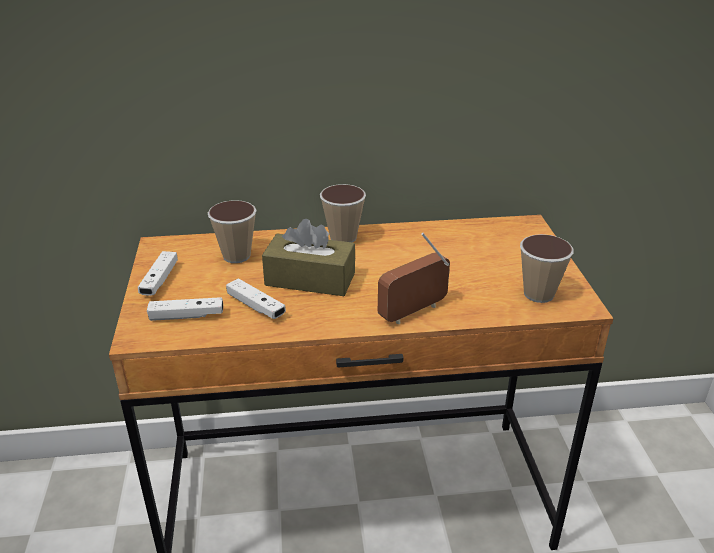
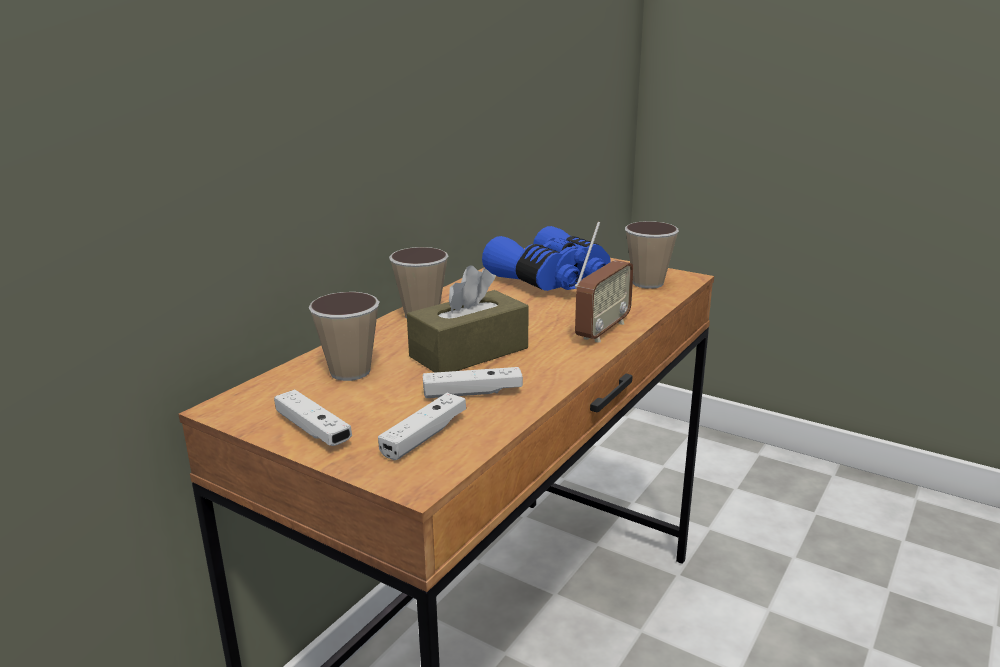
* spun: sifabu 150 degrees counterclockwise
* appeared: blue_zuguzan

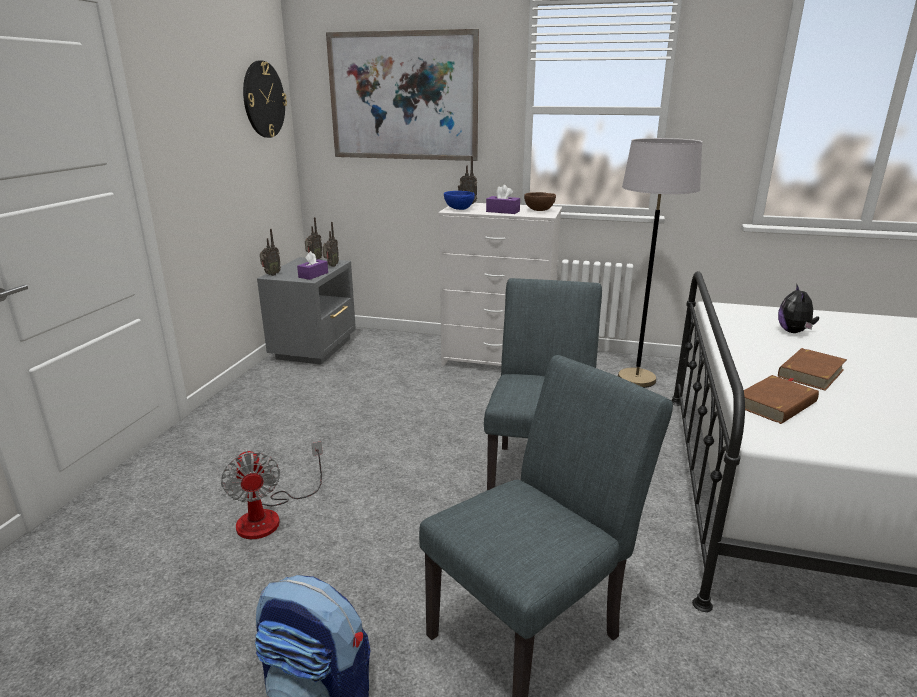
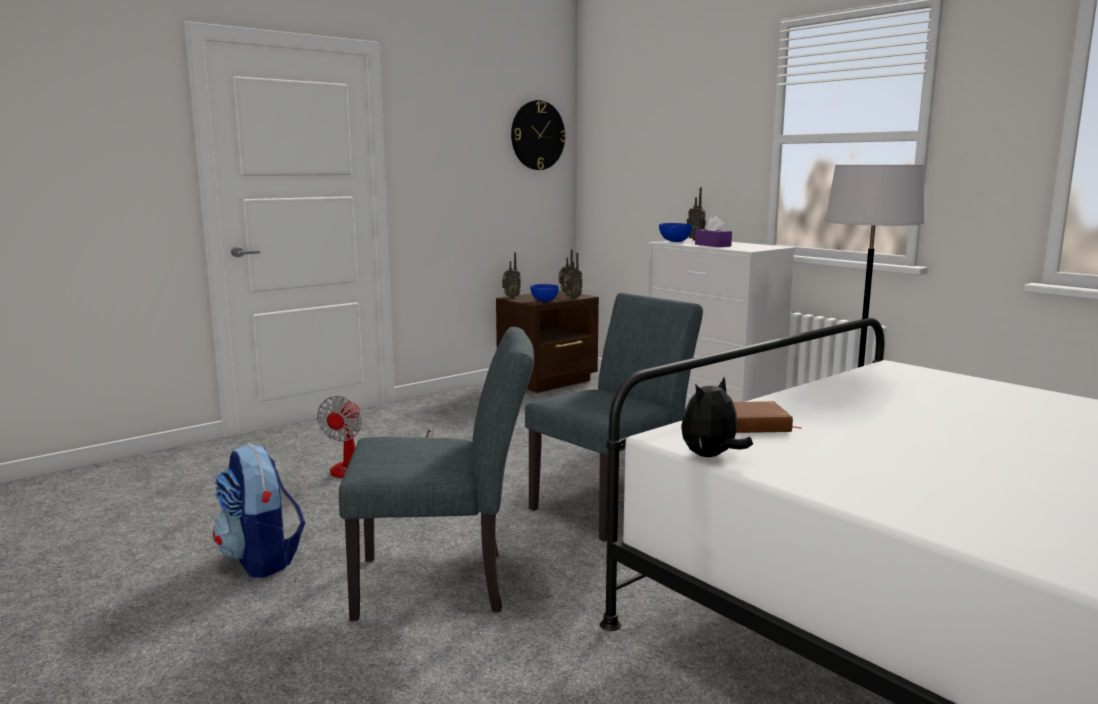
* missing: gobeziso
* missing: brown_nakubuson
* exchanged: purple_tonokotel (no. 1 from left) to blue_nakubuson (no. 1 from left)
* colour: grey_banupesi to brown_banupesi
* relocated: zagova
* missing: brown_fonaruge (no. 2 from left)

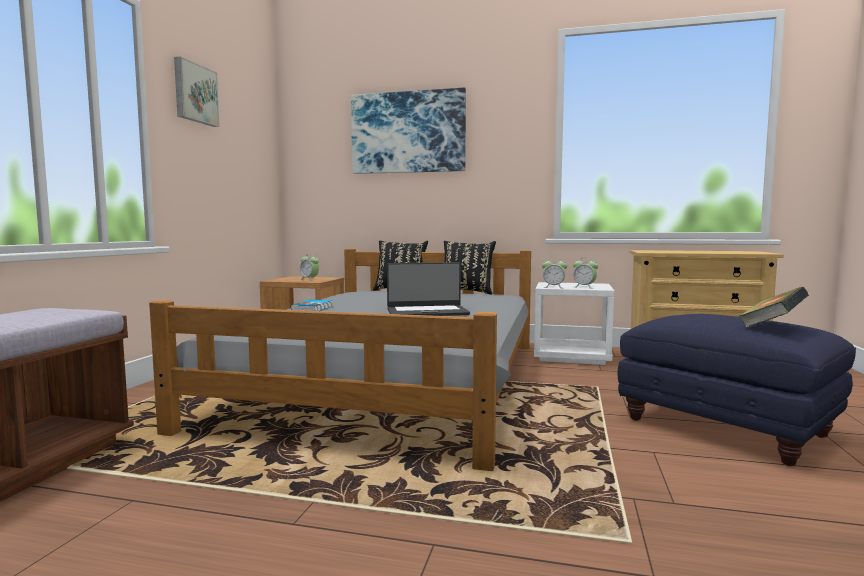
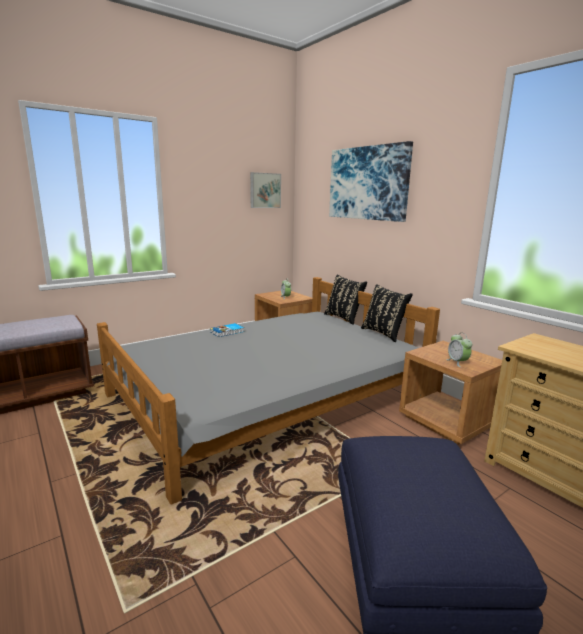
* relocated: gobeziso (no. 1 from left)
* missing: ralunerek (no. 2 from left)
* missing: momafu
* colour: white_banupesi to brown_banupesi (no. 2 from left)
* missing: fonaruge (no. 2 from left)

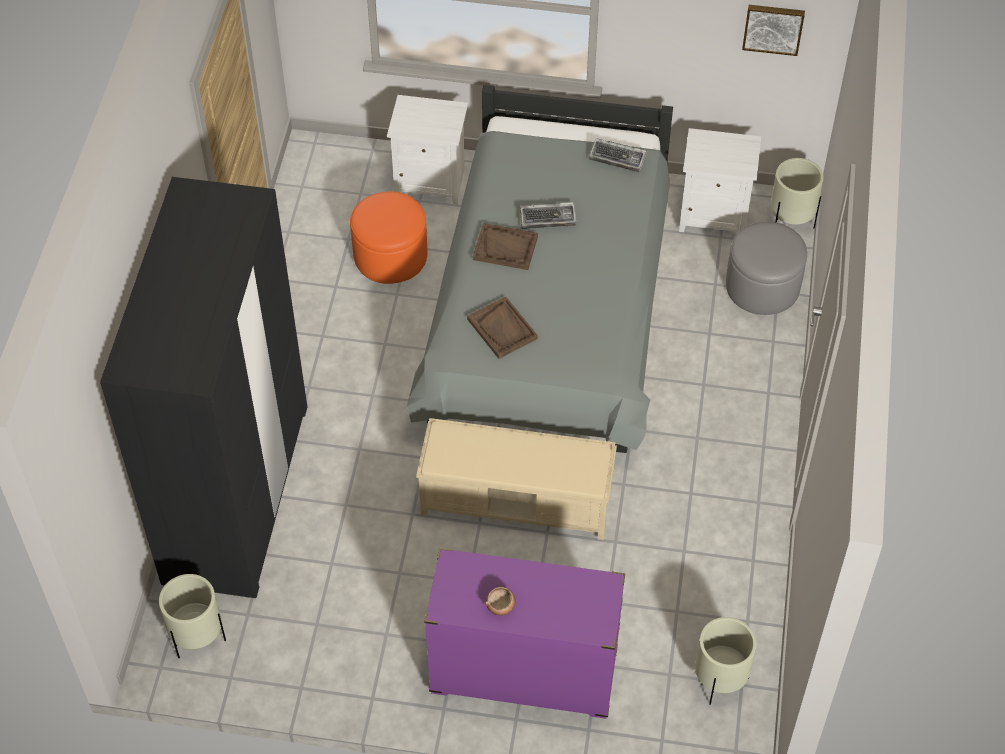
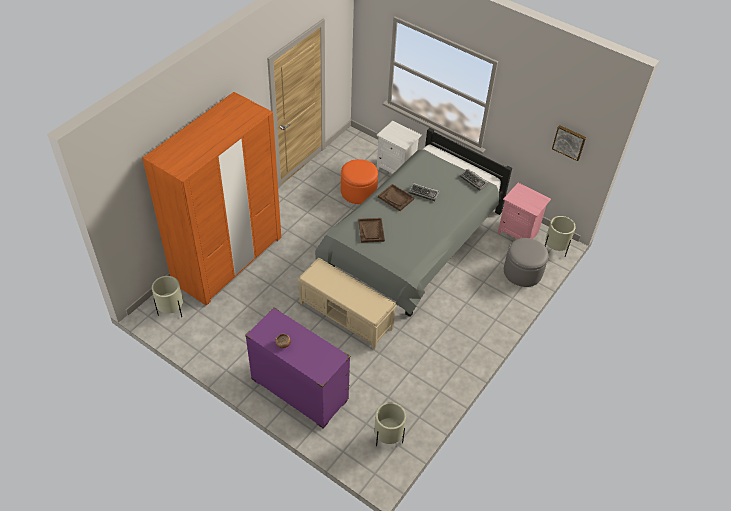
* colour: white_banupesi (no. 2 from left) to pink_banupesi
* colour: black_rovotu to orange_rovotu

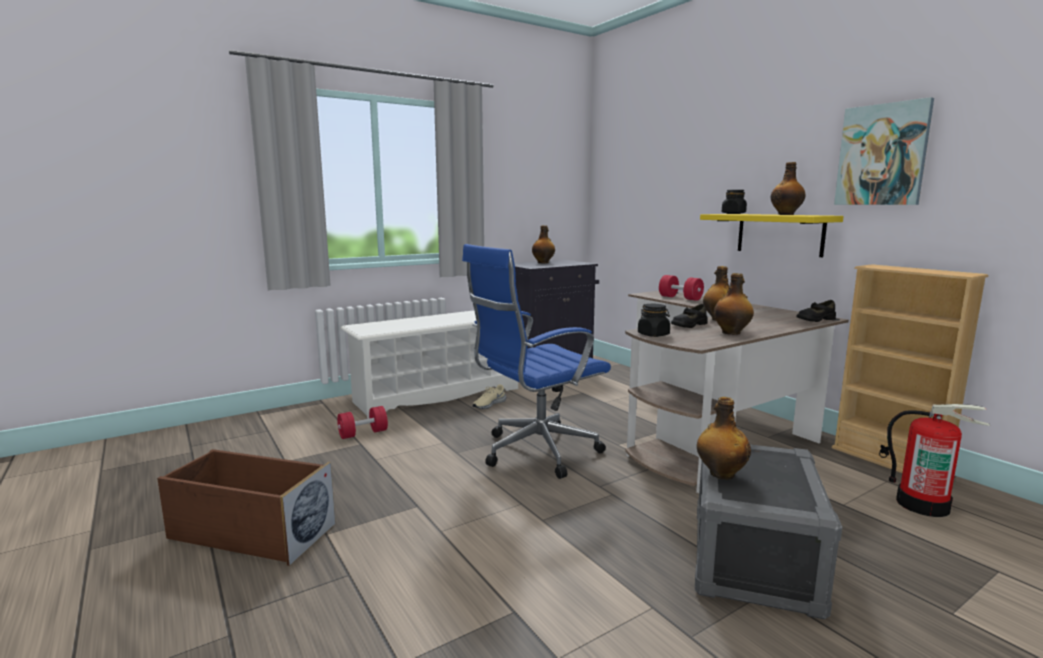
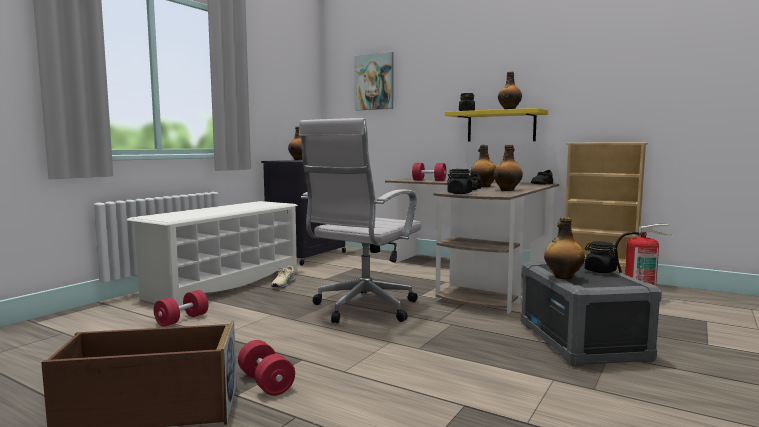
* relocated: gobeziso
* colour: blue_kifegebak to white_kifegebak
* appeared: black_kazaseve (no. 3 from left)
* appeared: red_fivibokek (no. 2 from left)

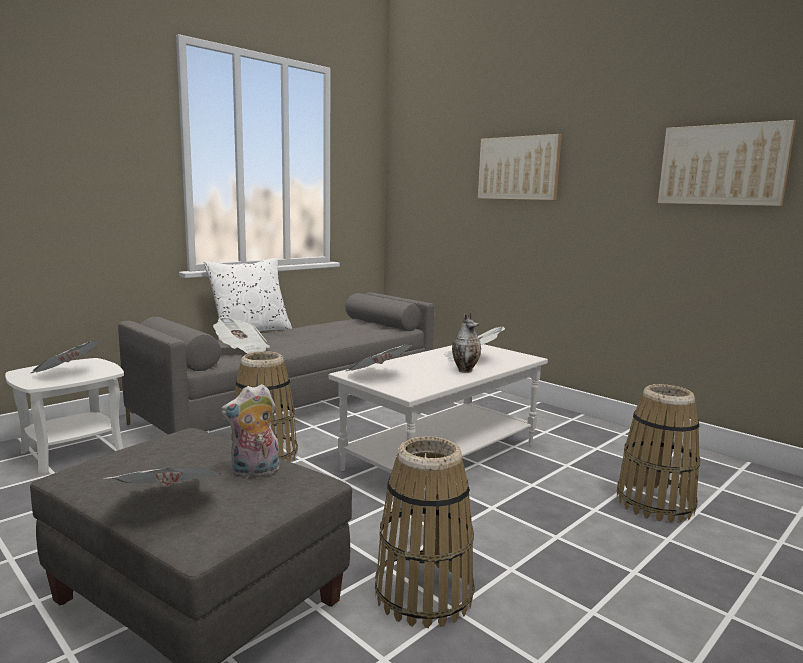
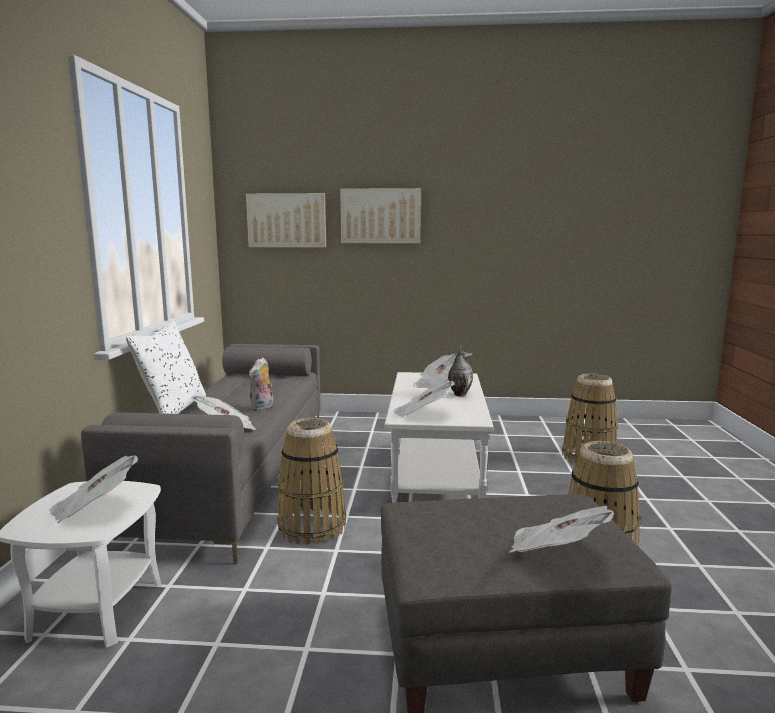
* relocated: gobeziso (no. 2 from left in the first image) to gobeziso (no. 1 from left)
* relocated: zagova

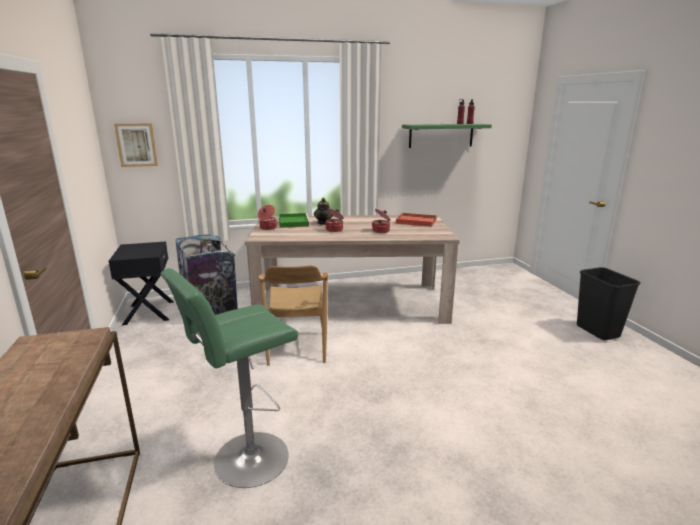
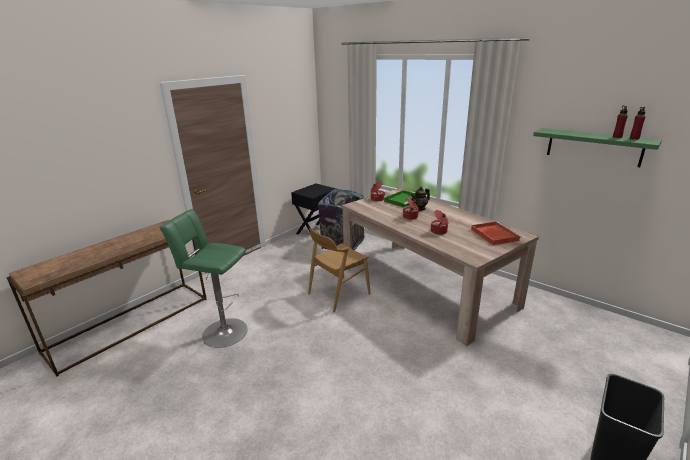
* missing: gobeziso

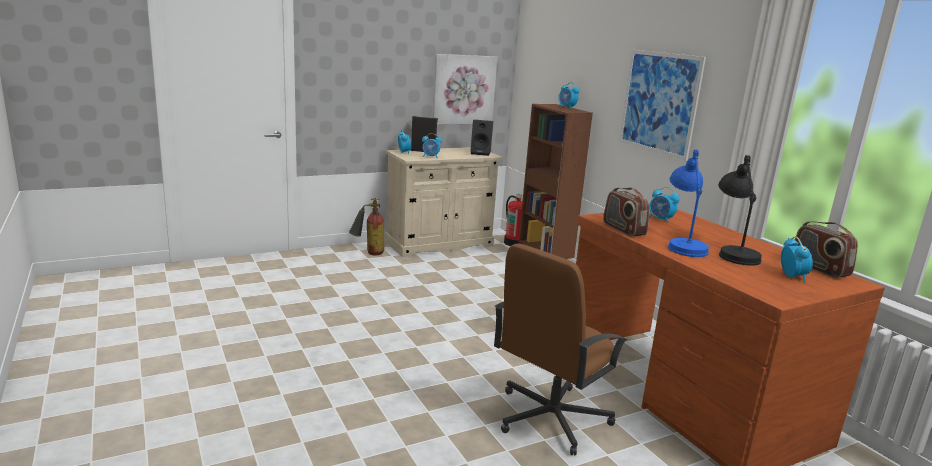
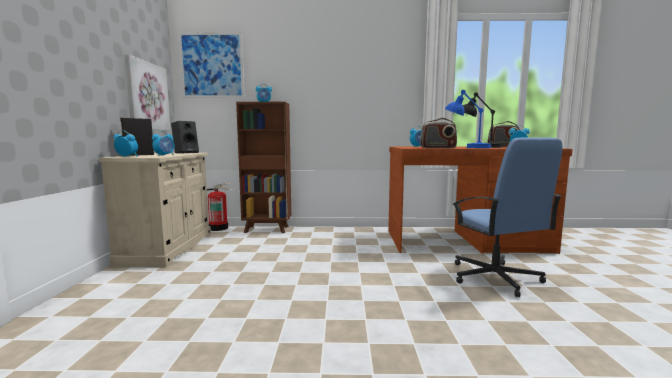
* relocated: gobeziso (no. 2 from left)
* missing: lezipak (no. 1 from left)
* colour: brown_kifegebak to blue_kifegebak

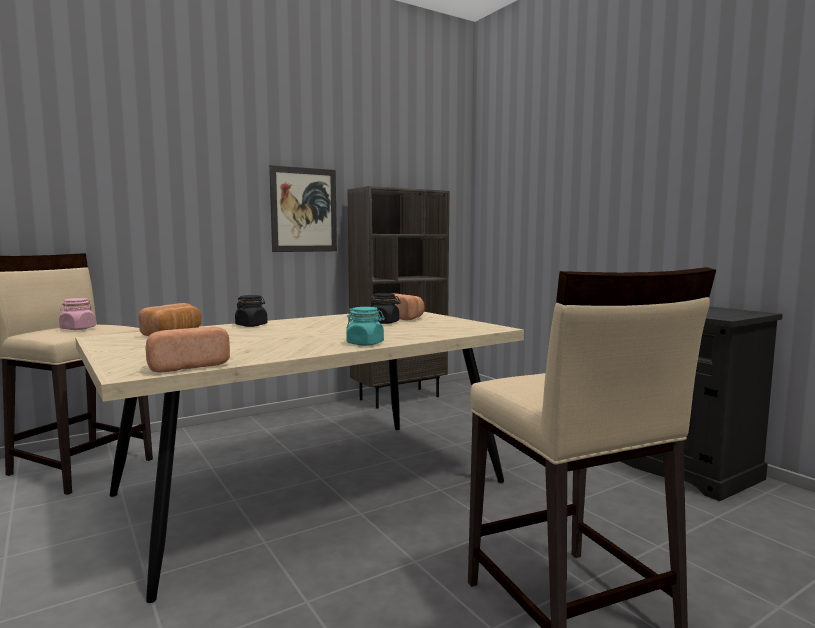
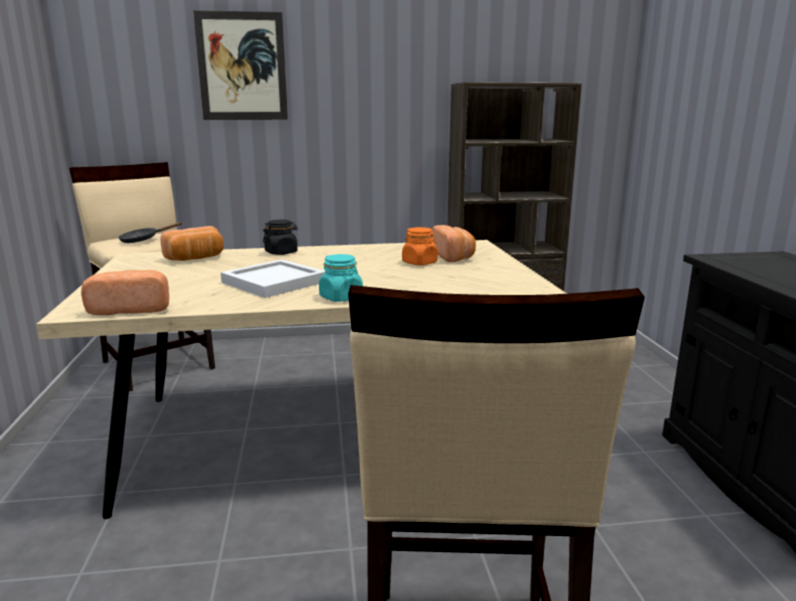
* relocated: gobeziso
* colour: black_kazaseve (no. 2 from left) to orange_kazaseve
* exchanged: pink_kazaseve to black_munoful
* appeared: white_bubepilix

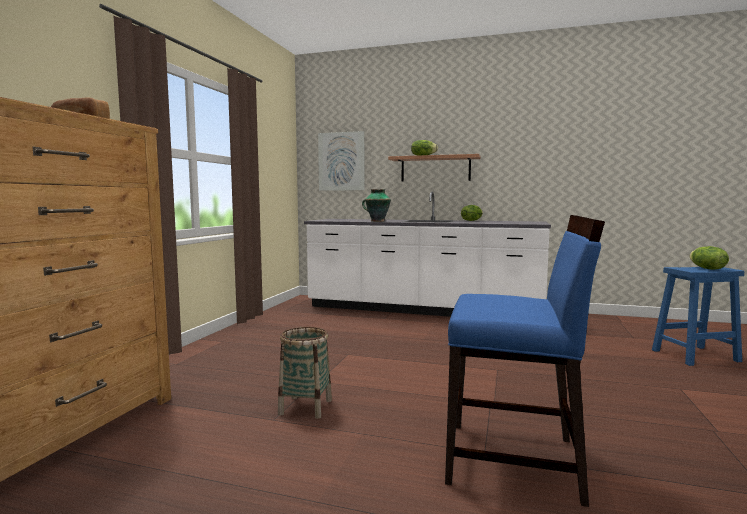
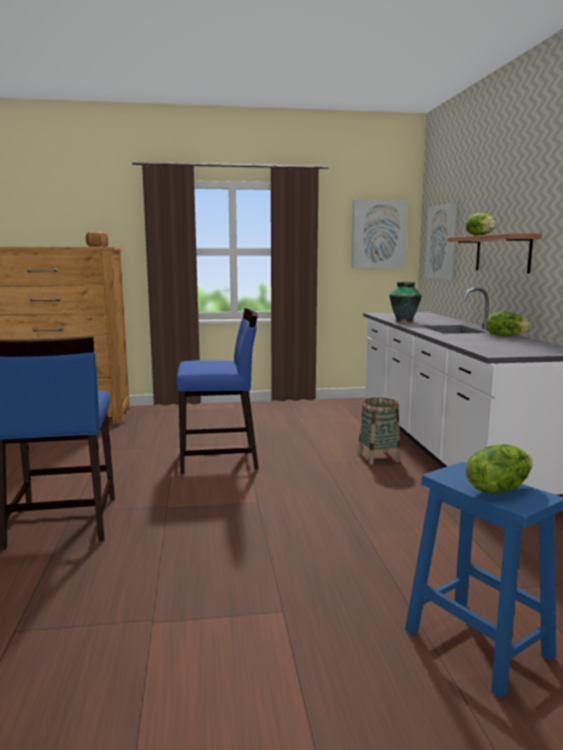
* relocated: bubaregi
* appeared: gobeziso (no. 1 from left)
* appeared: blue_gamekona (no. 2 from left)

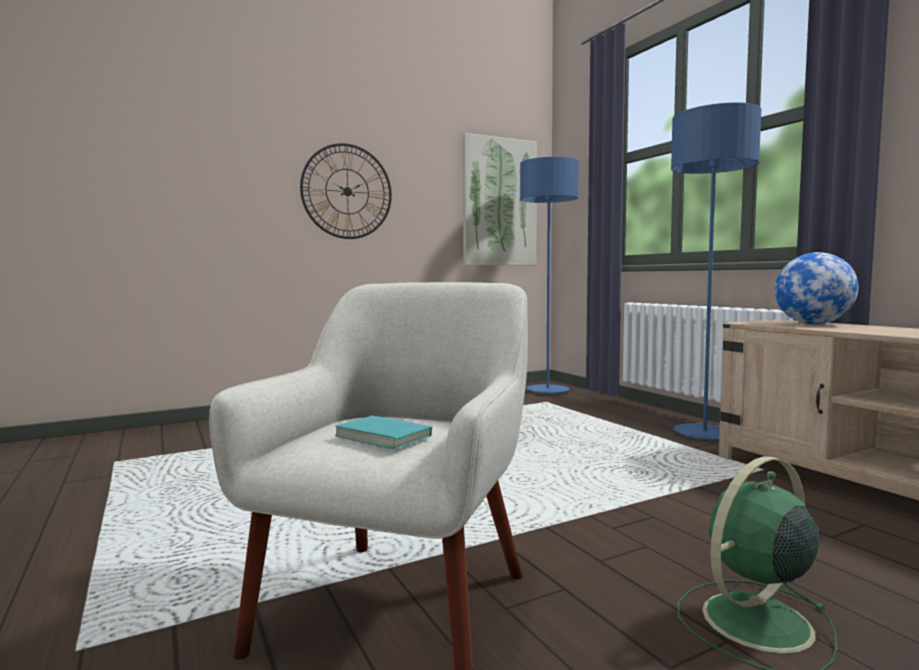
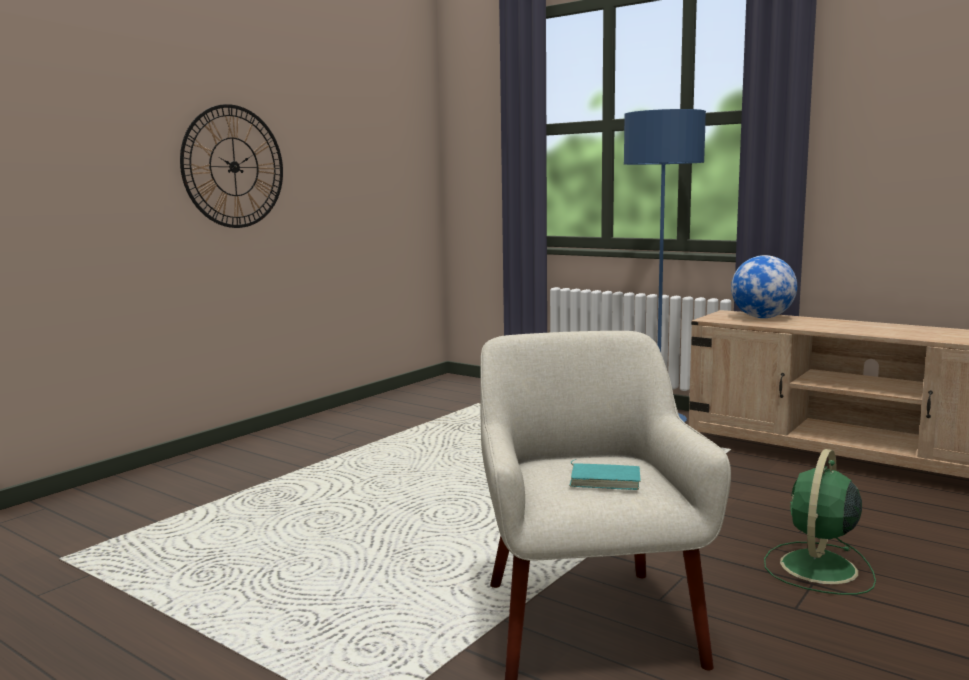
* missing: gobeziso
* missing: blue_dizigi (no. 1 from left)

